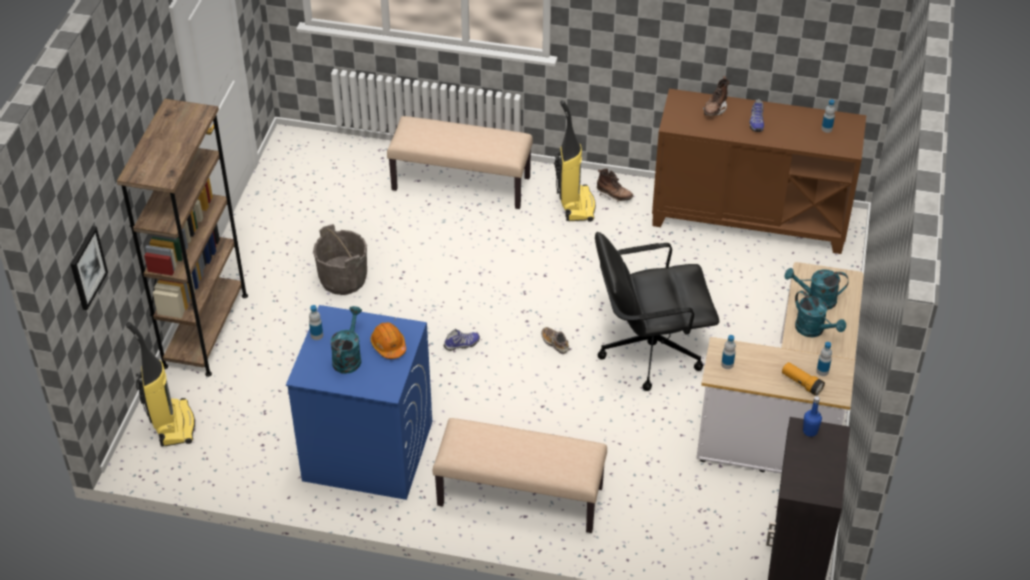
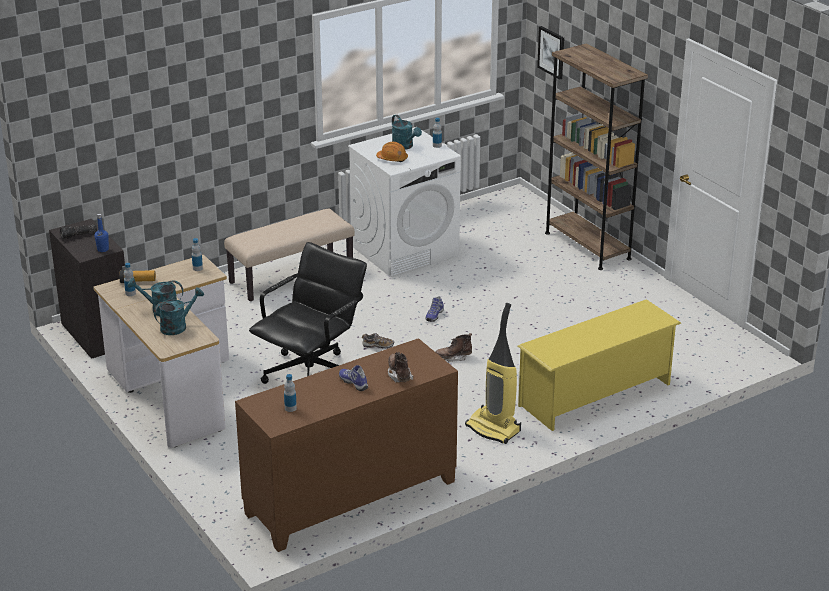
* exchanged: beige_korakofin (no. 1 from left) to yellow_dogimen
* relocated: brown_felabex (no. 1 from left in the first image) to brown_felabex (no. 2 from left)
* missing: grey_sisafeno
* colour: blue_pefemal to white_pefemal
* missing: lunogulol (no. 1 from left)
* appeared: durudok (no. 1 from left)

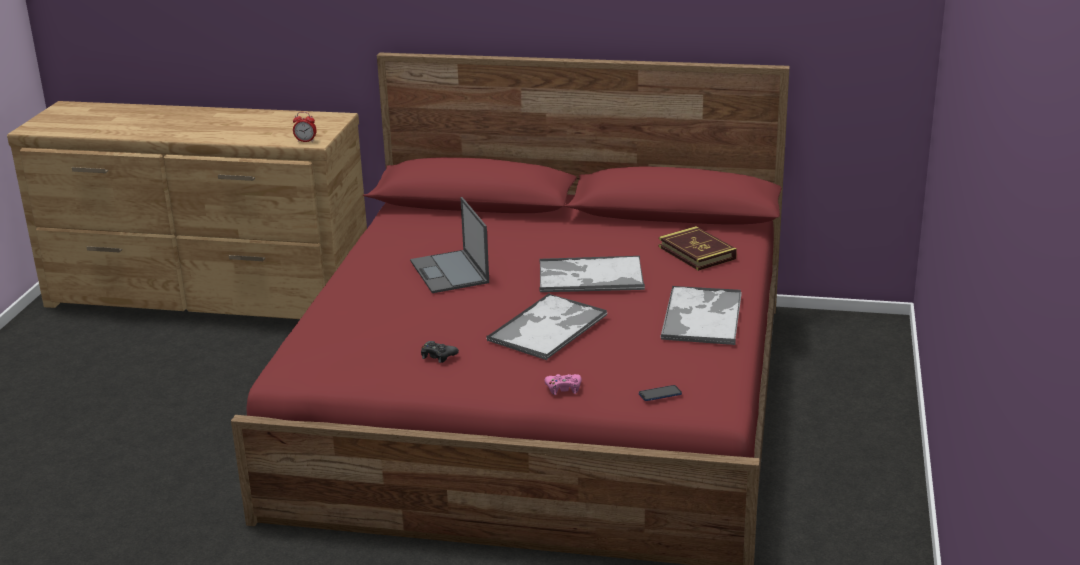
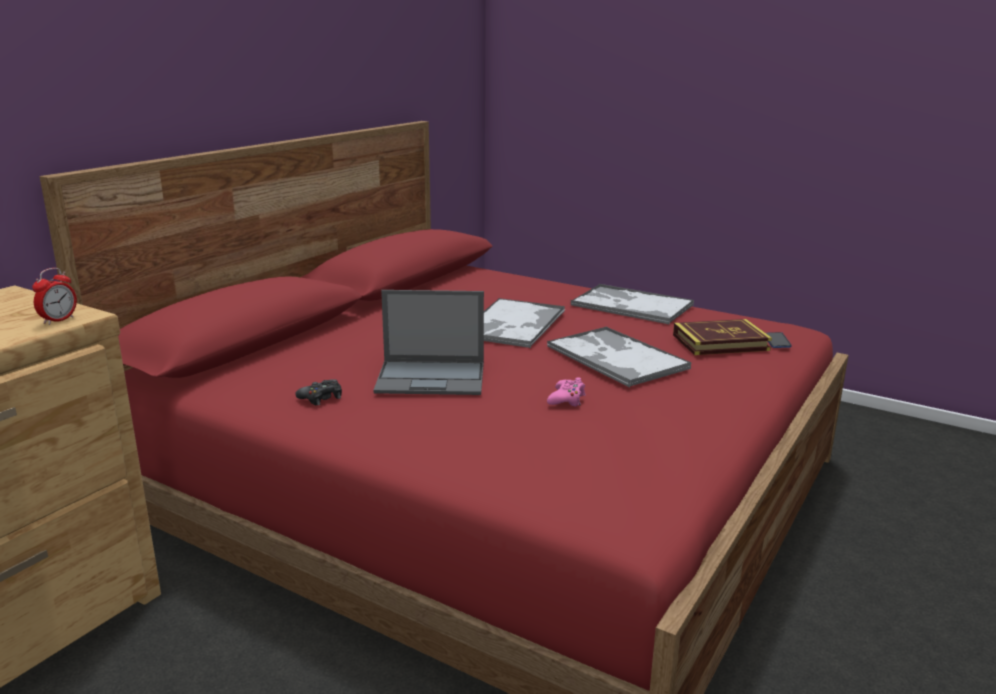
* relocated: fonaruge
* relocated: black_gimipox
* relocated: pink_gimipox

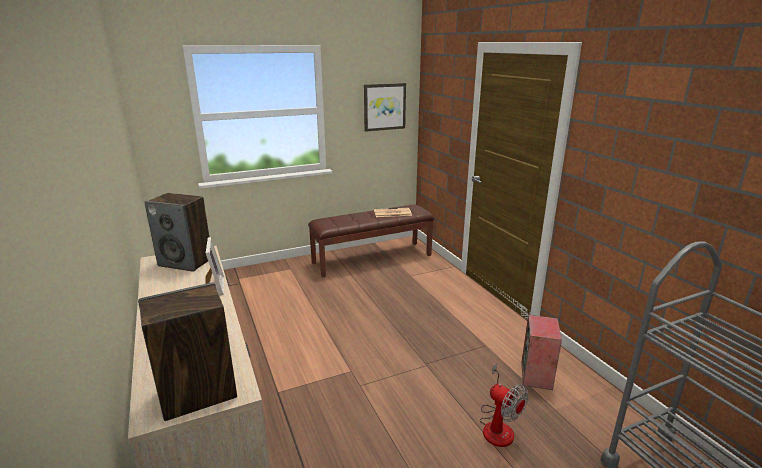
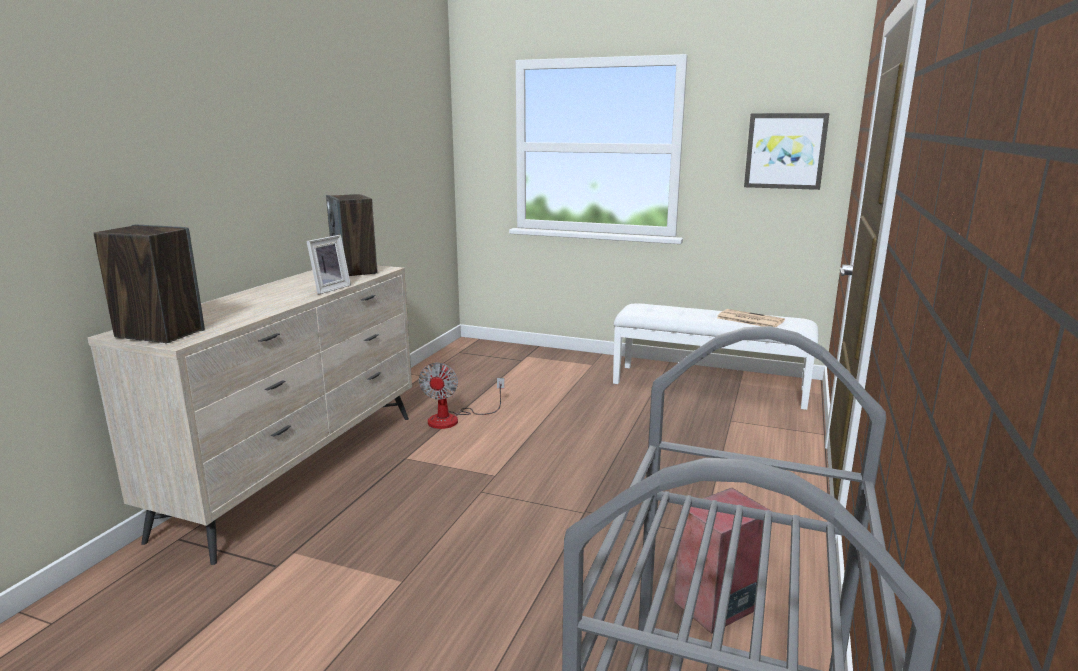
* colour: brown_korakofin to white_korakofin
* relocated: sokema

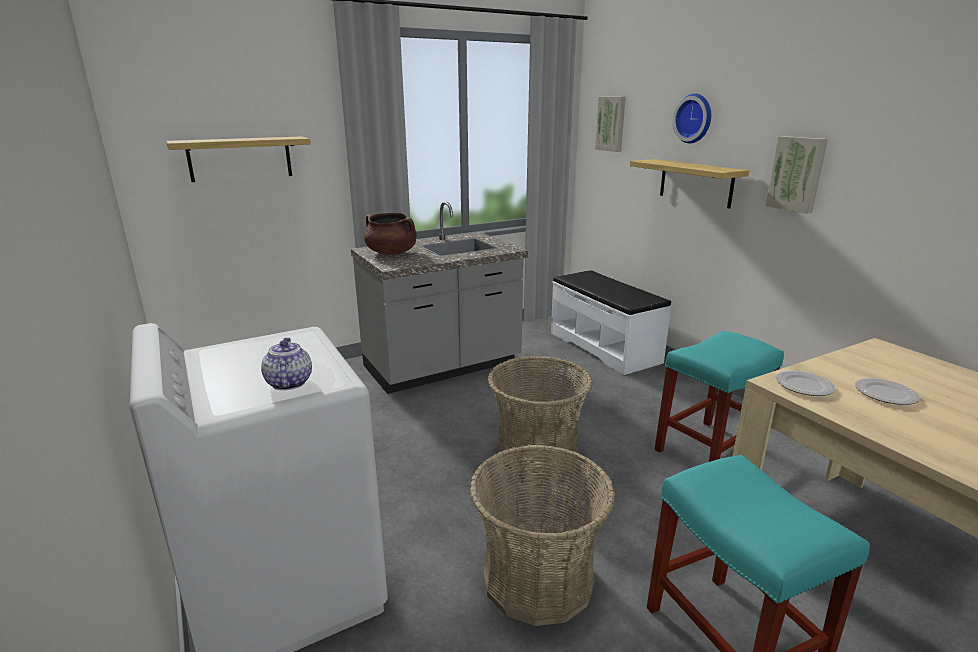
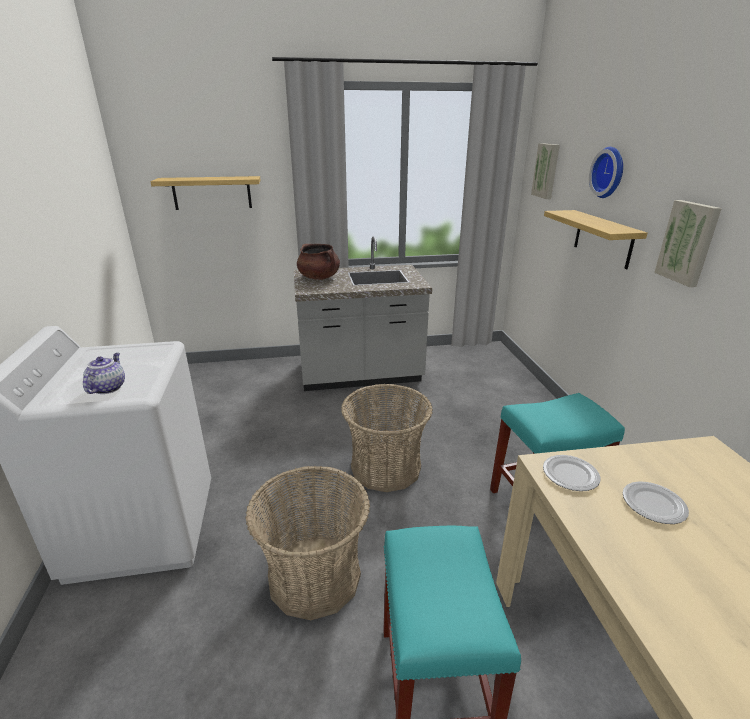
* missing: white_korakofin

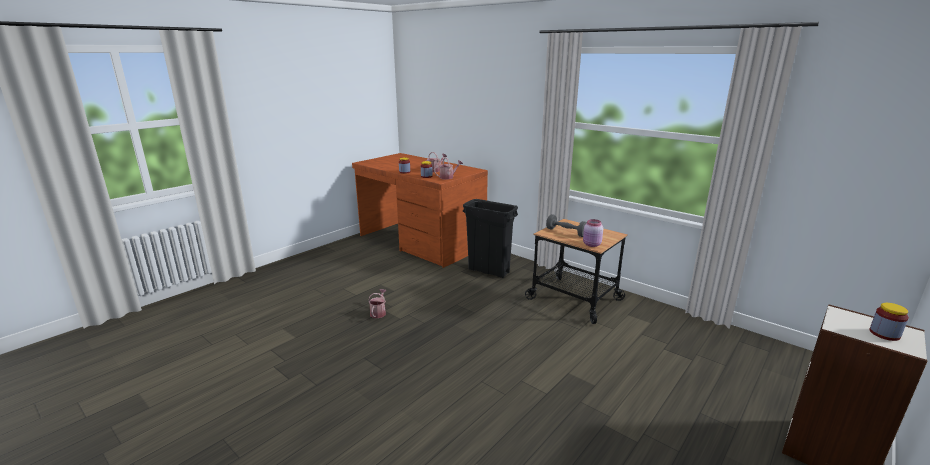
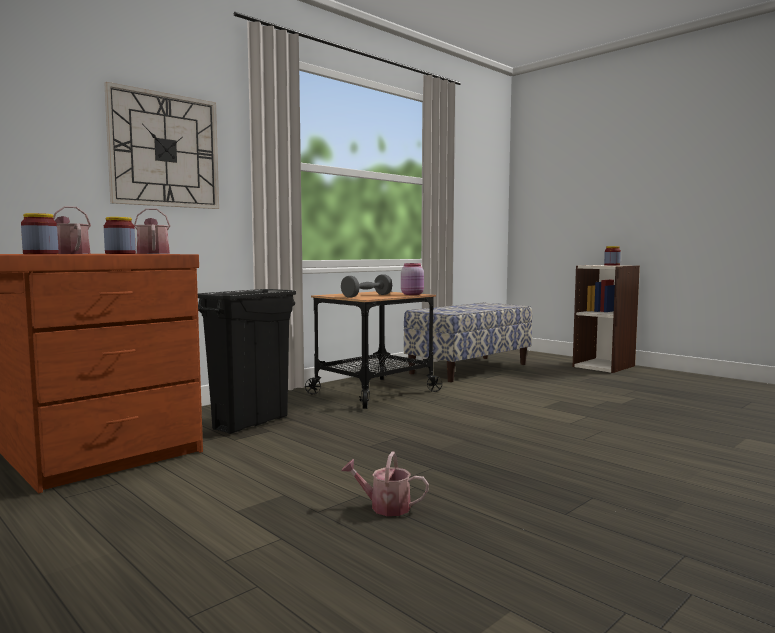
* appeared: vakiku
* appeared: korakofin

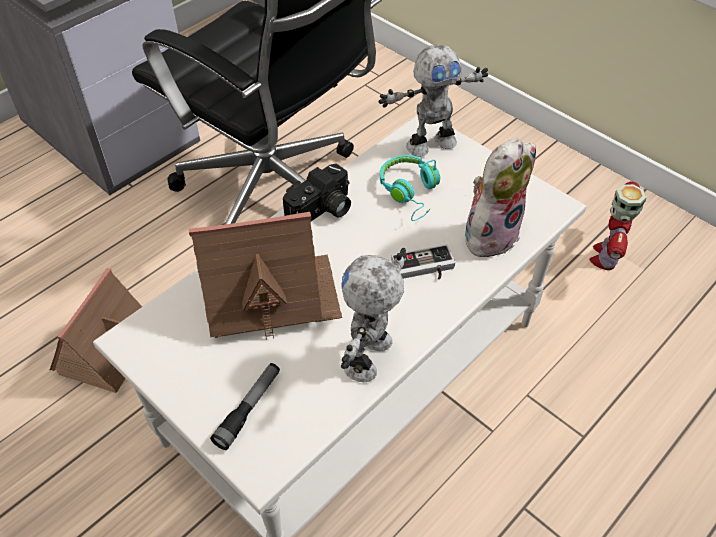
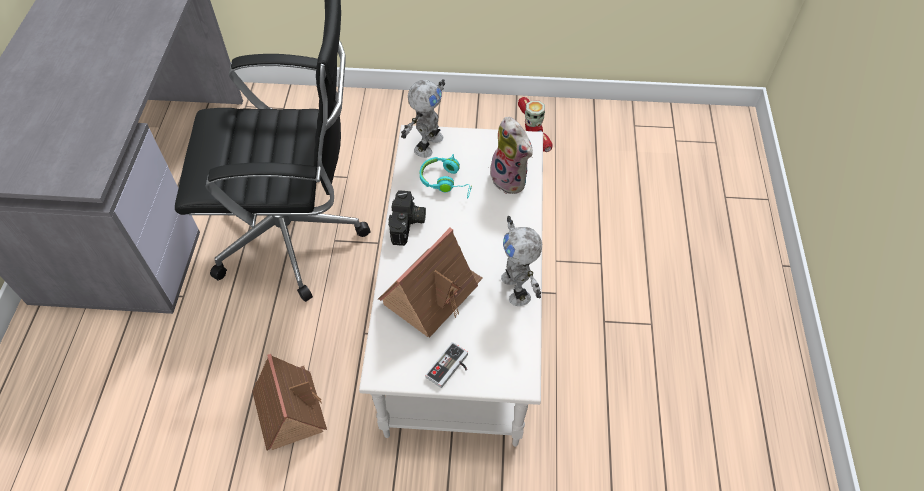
* spun: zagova 135 degrees clockwise
* relocated: gimipox
* missing: durudok

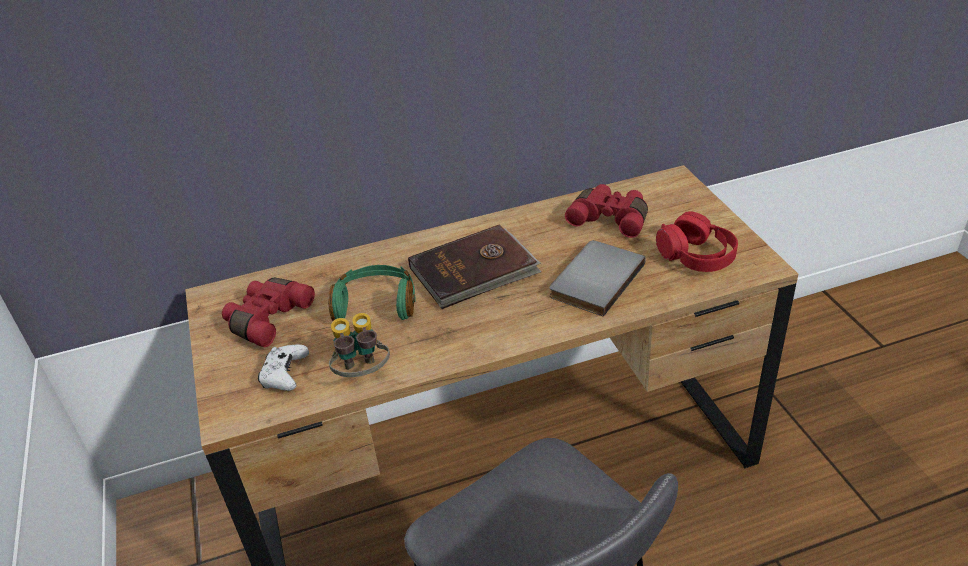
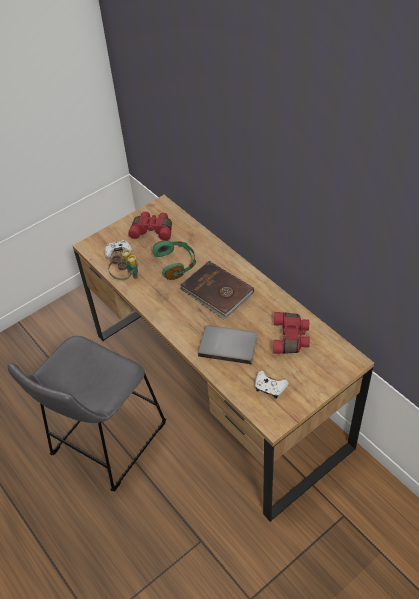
* exchanged: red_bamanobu to white_gimipox (no. 2 from left)

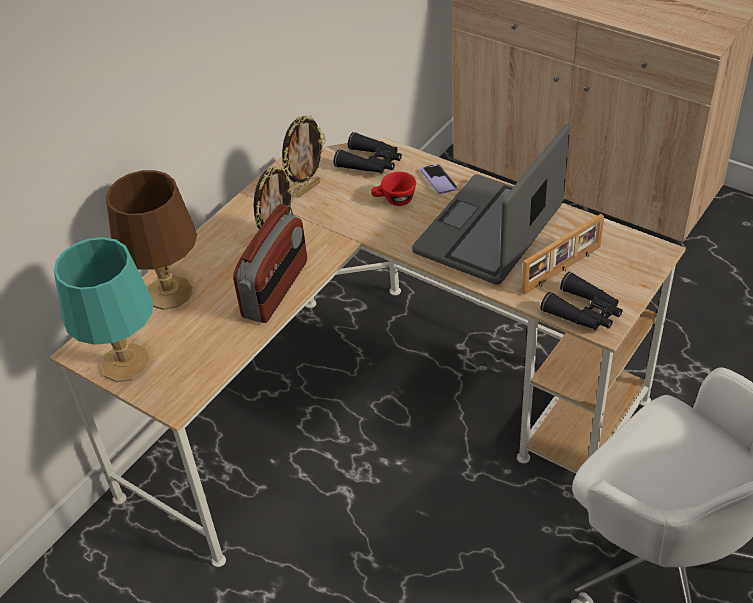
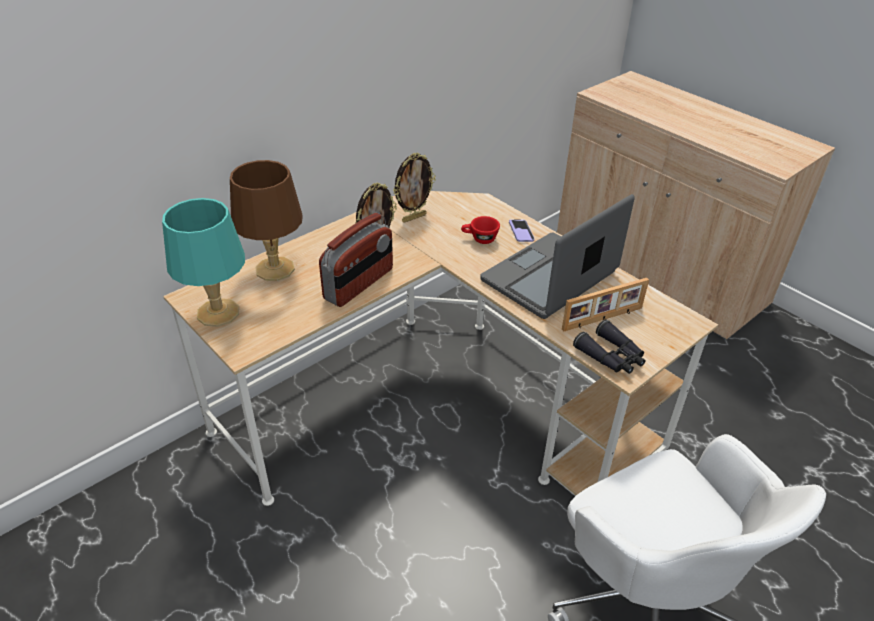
* missing: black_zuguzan (no. 1 from left)

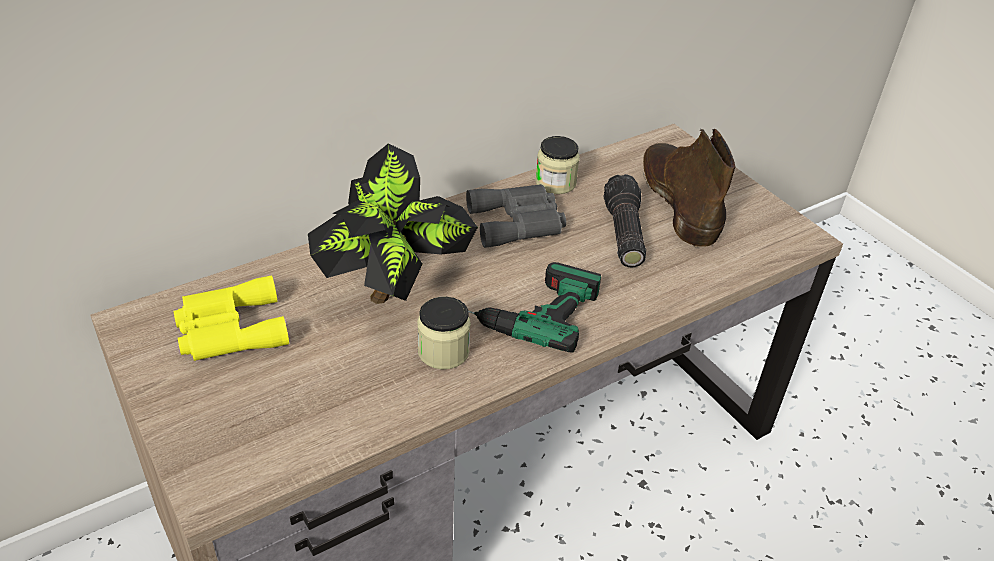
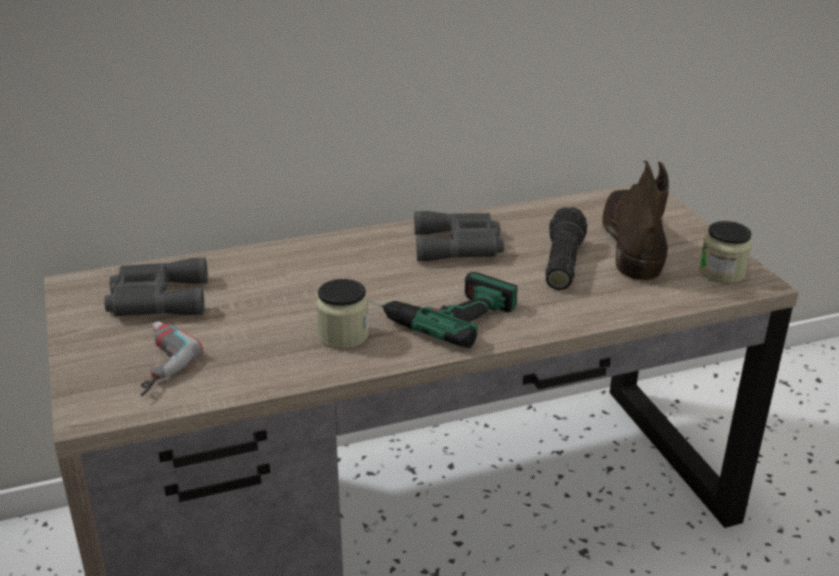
* relocated: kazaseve (no. 2 from left)
* missing: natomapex
* colour: yellow_zuguzan to grey_zuguzan (no. 1 from left)
* appeared: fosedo (no. 1 from left)

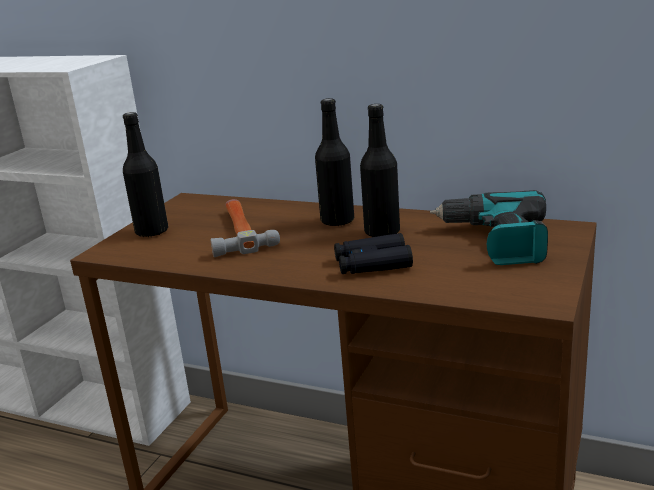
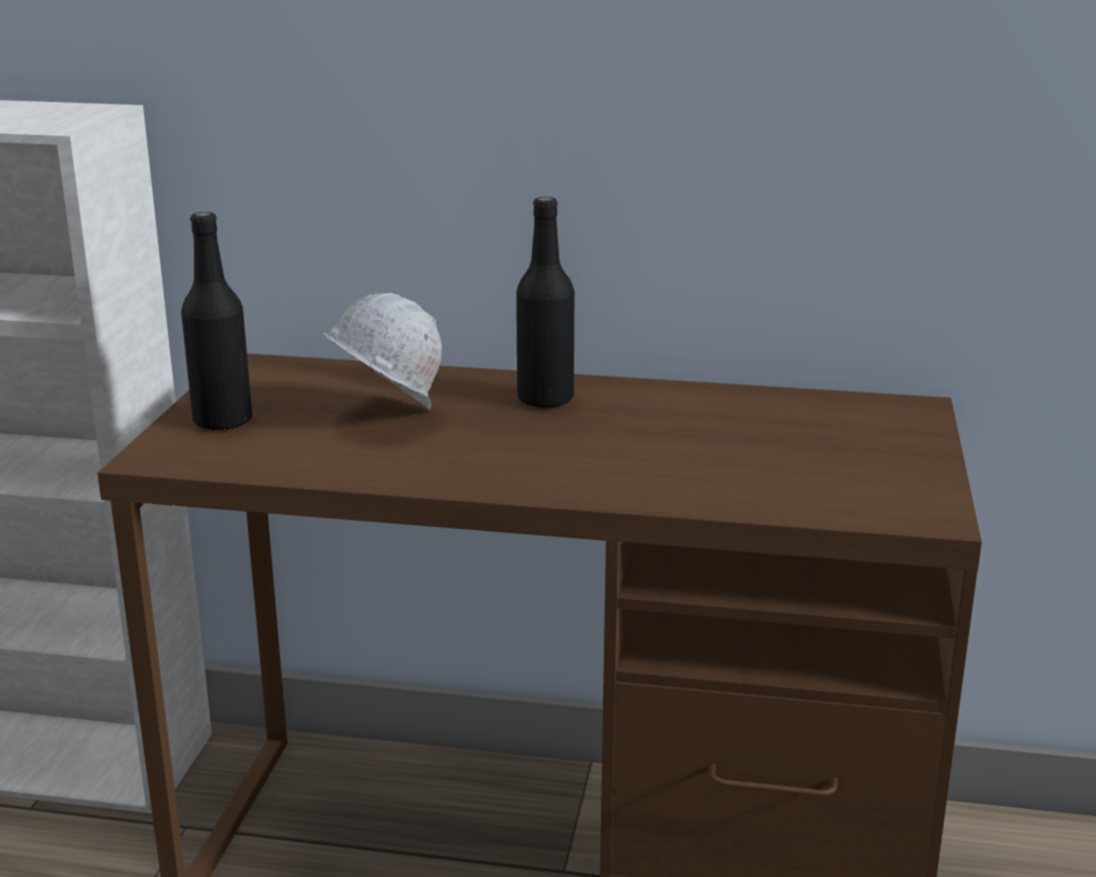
* missing: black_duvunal (no. 3 from left)
* missing: fosedo
* exchanged: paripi to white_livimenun
* missing: black_zuguzan

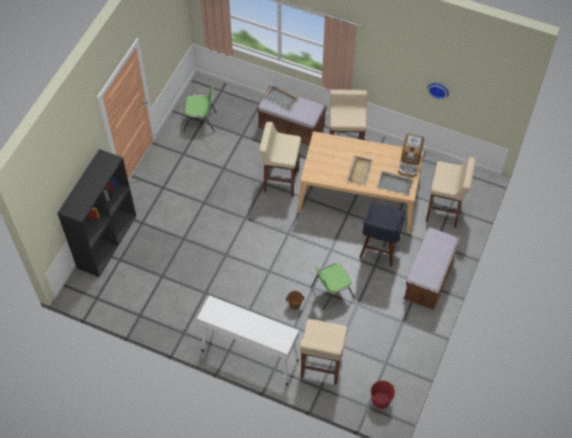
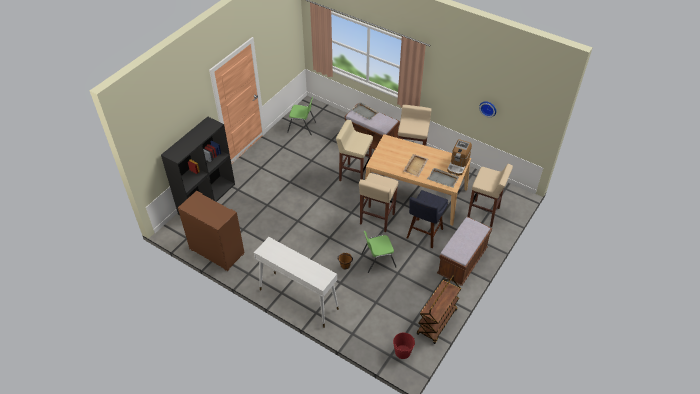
* relocated: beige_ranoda (no. 2 from left)
* appeared: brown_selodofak
* appeared: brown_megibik

